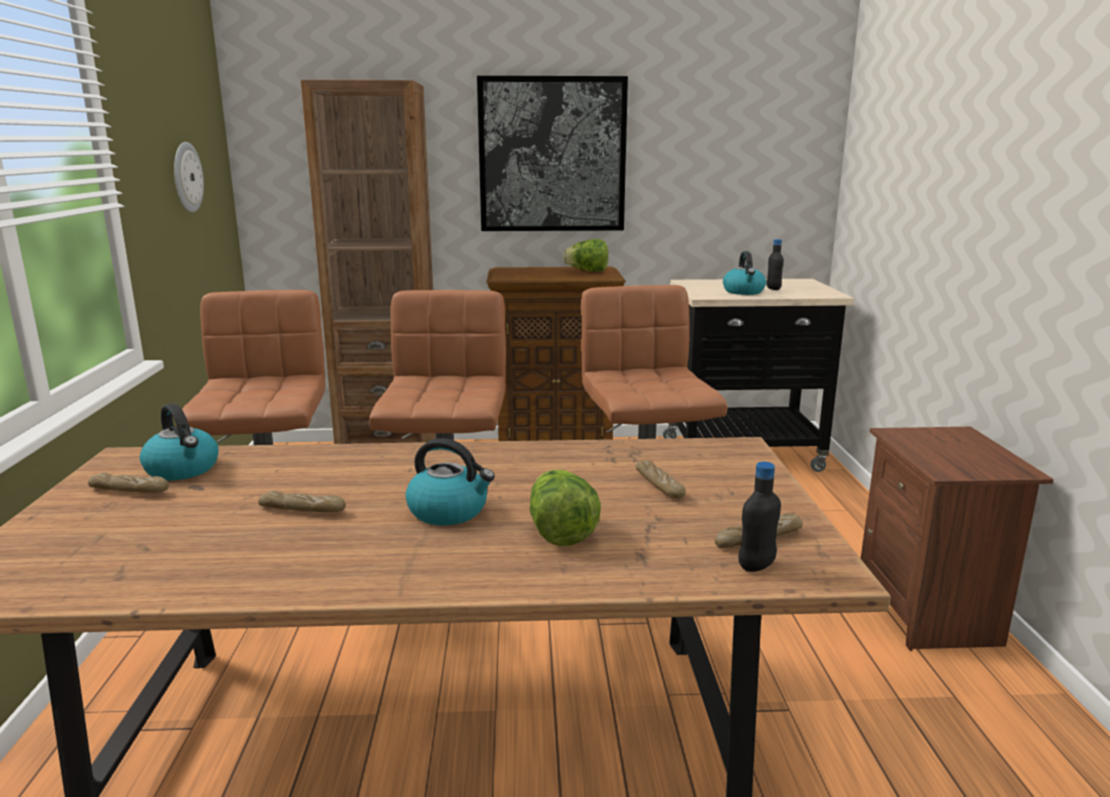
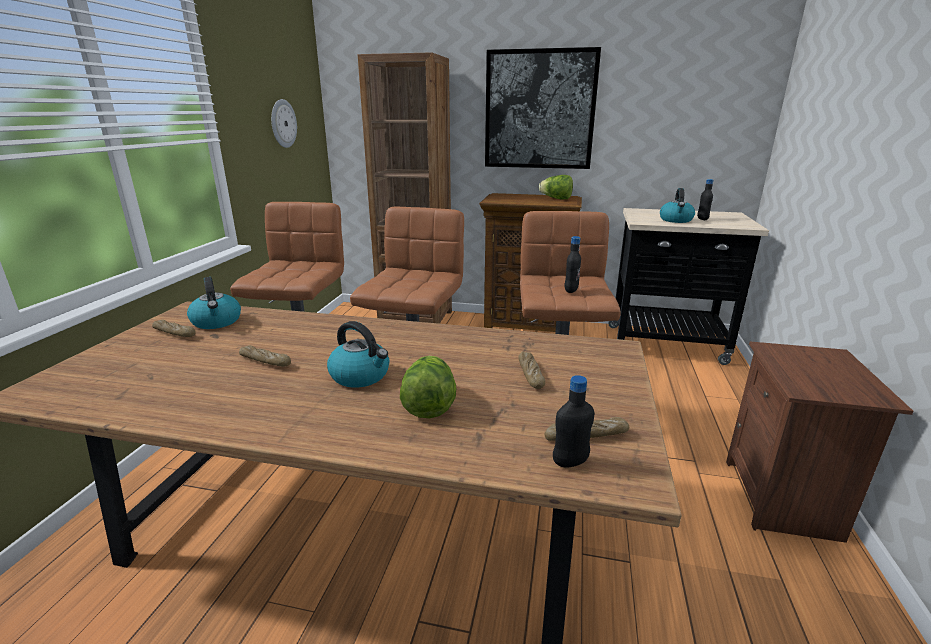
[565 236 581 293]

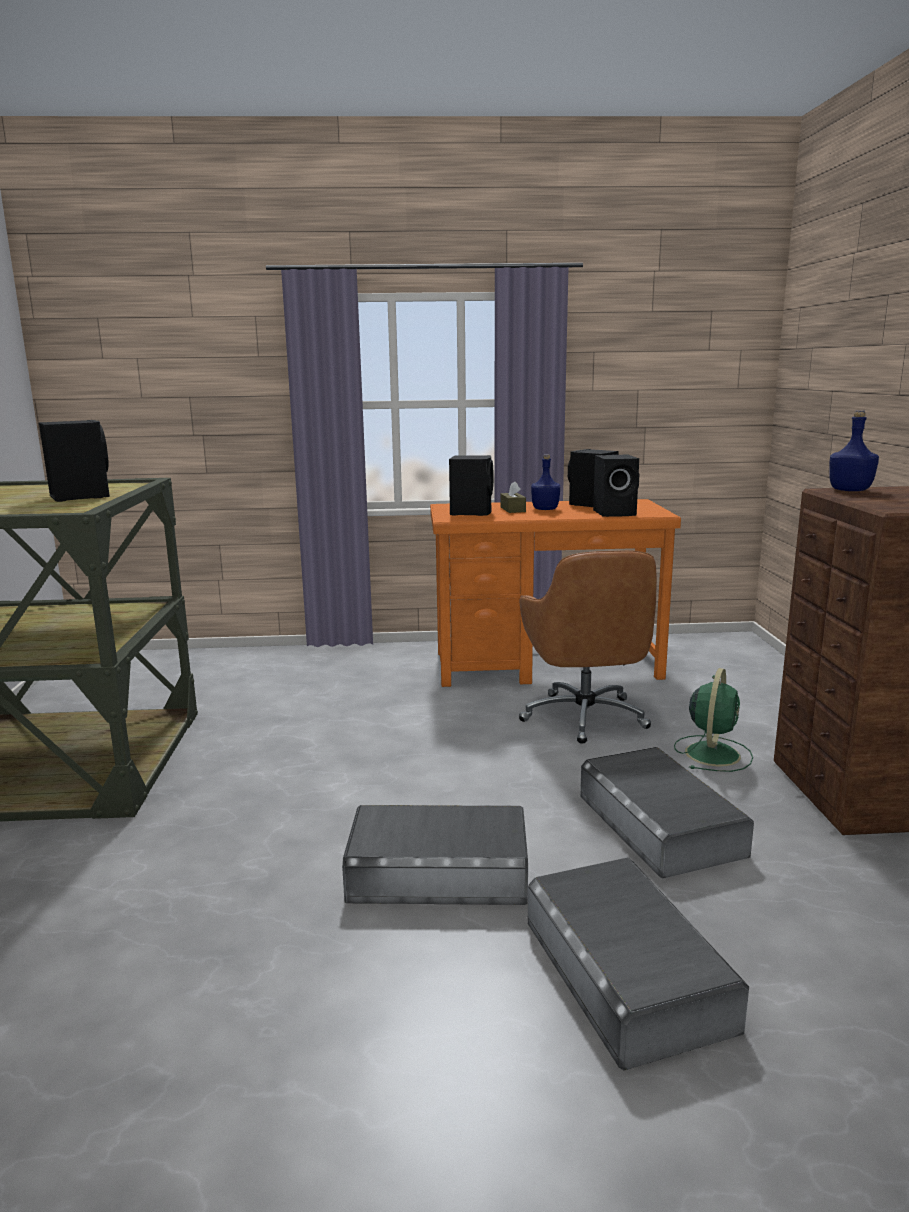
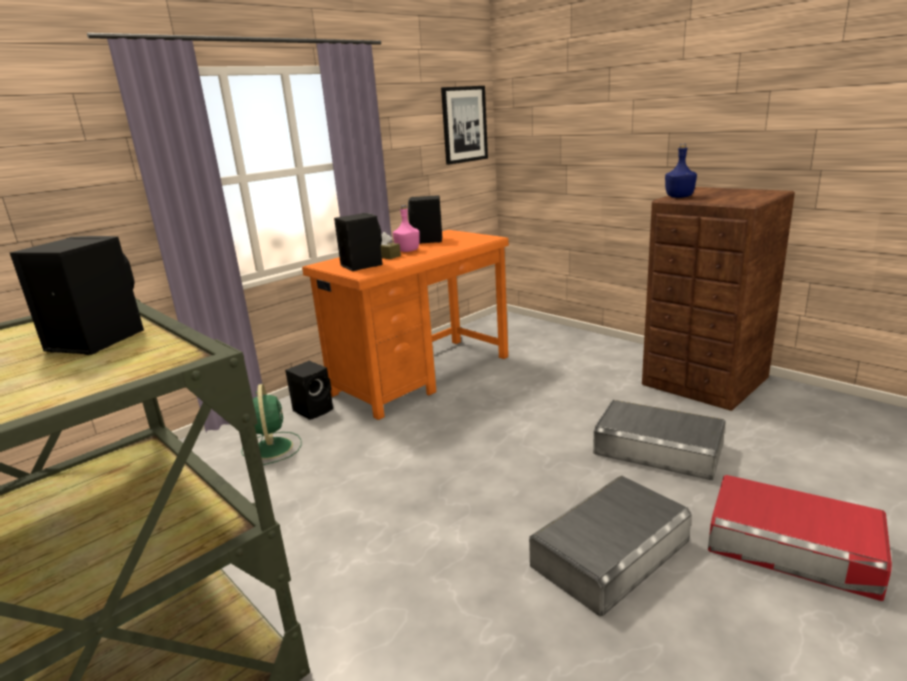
[241 384 301 465]
[285 361 333 420]
[393 205 420 252]
[441 86 488 165]
[708 475 892 601]
[519 550 657 744] (first image)

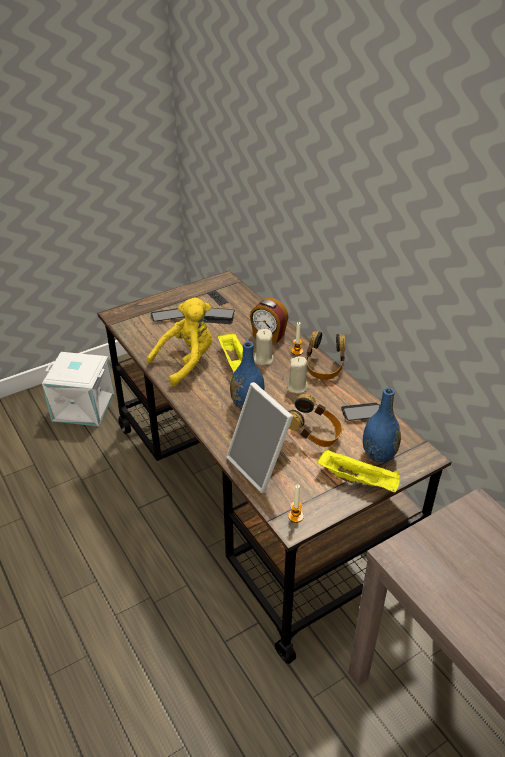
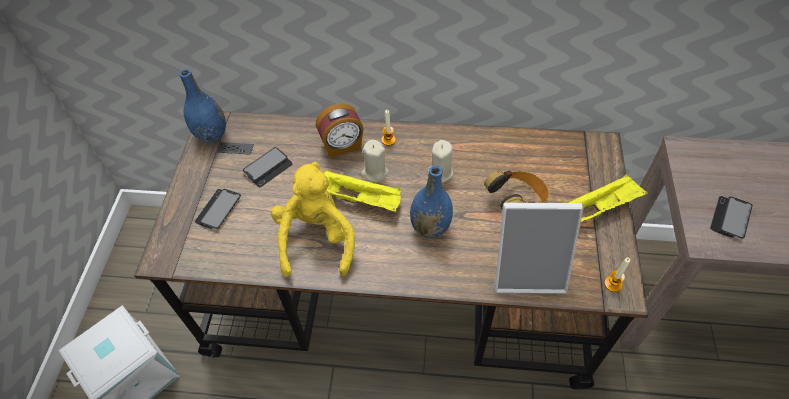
[179 69 226 143]
[710 196 753 239]
[306 331 345 380] (first image)

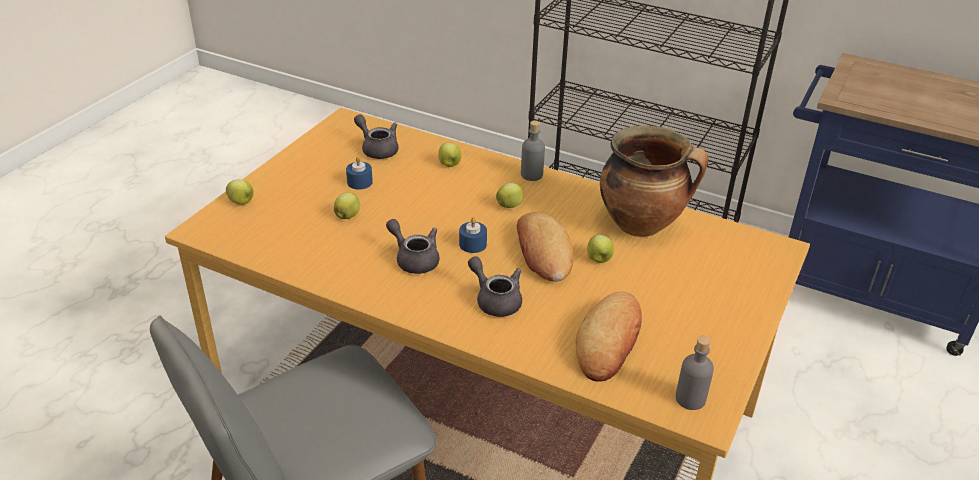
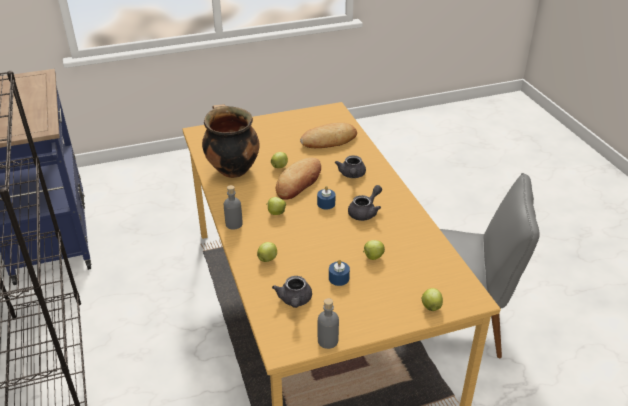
[318 298 339 349]
[348 185 382 221]

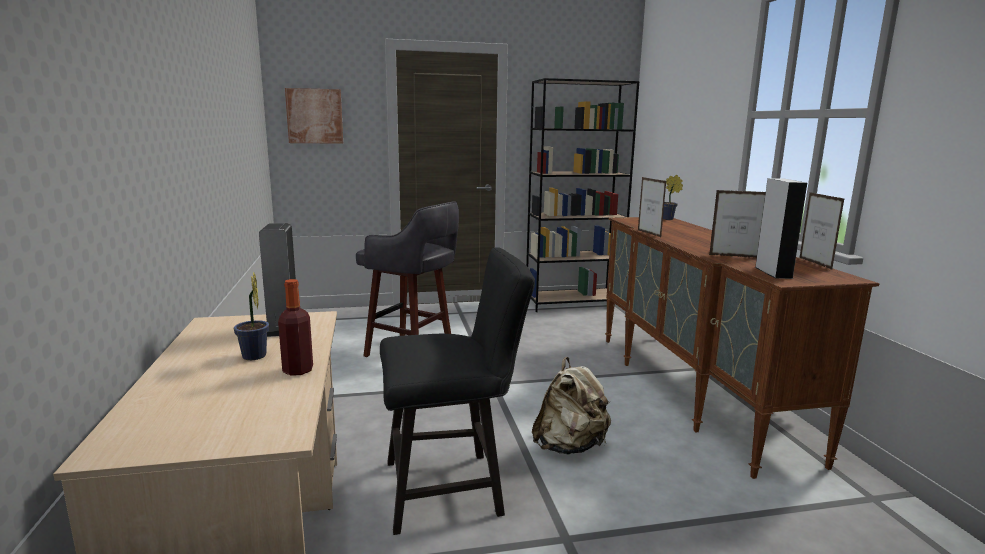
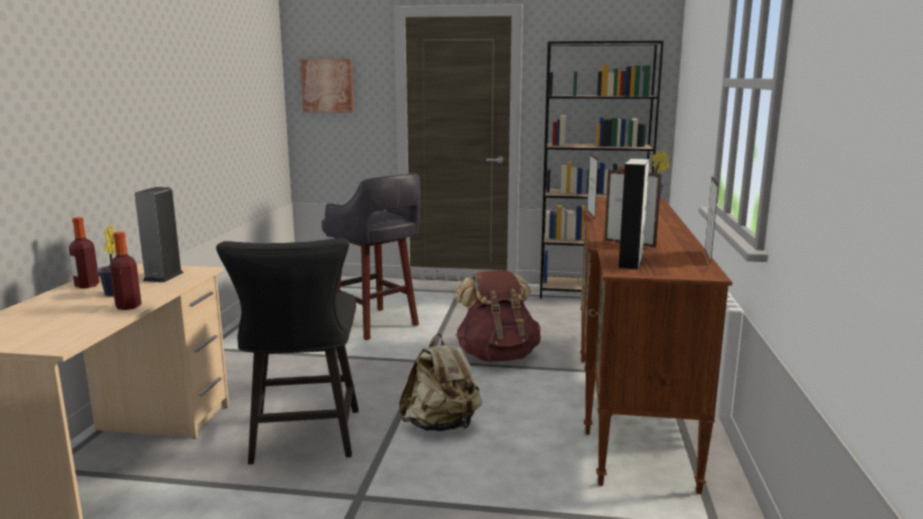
[69 217 99 288]
[216 238 359 464]
[455 270 541 362]

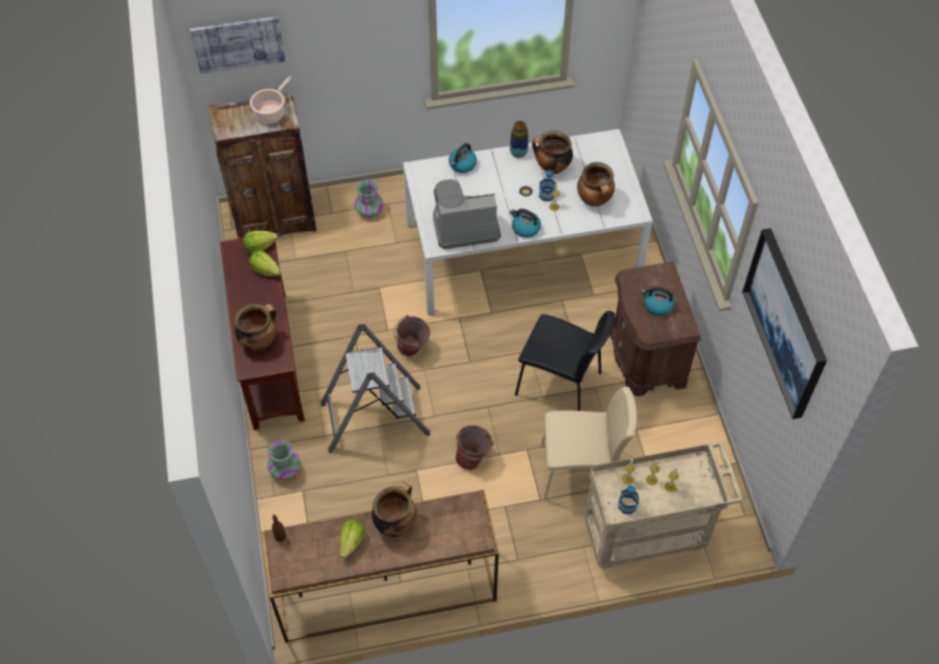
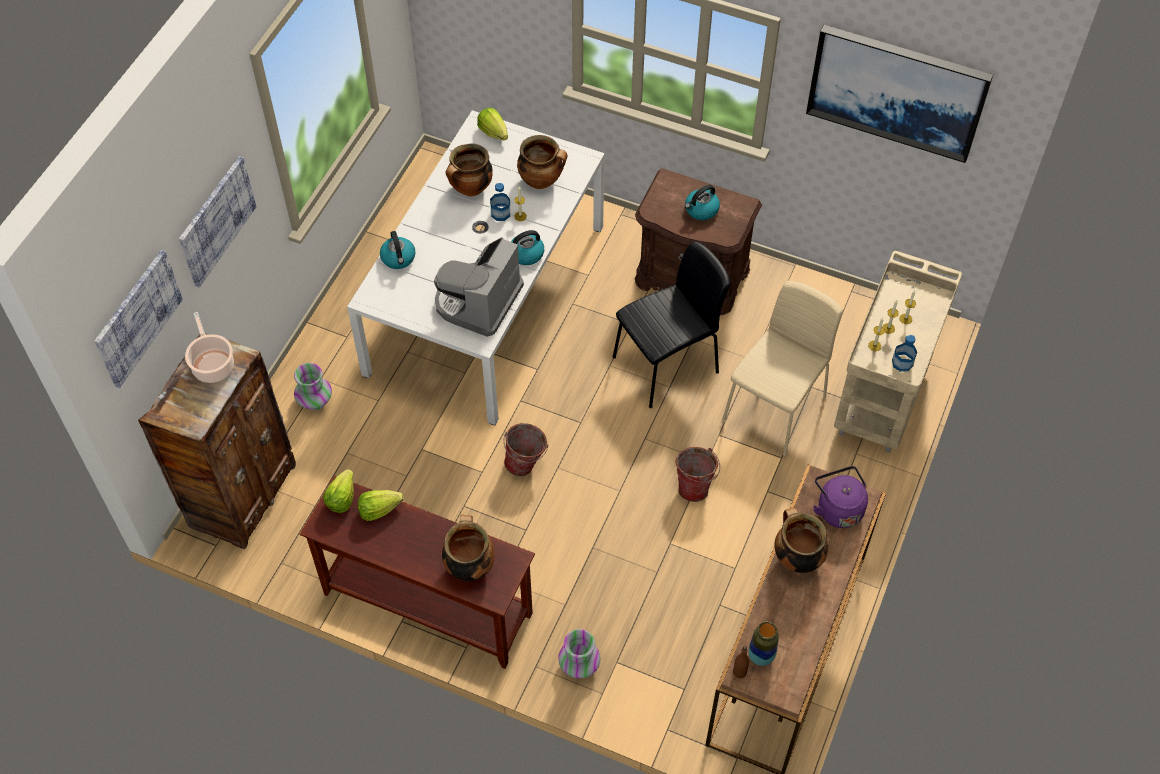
[179 156 257 288]
[477 108 508 140]
[748 621 779 666]
[813 466 868 528]
[321 324 430 453] (first image)

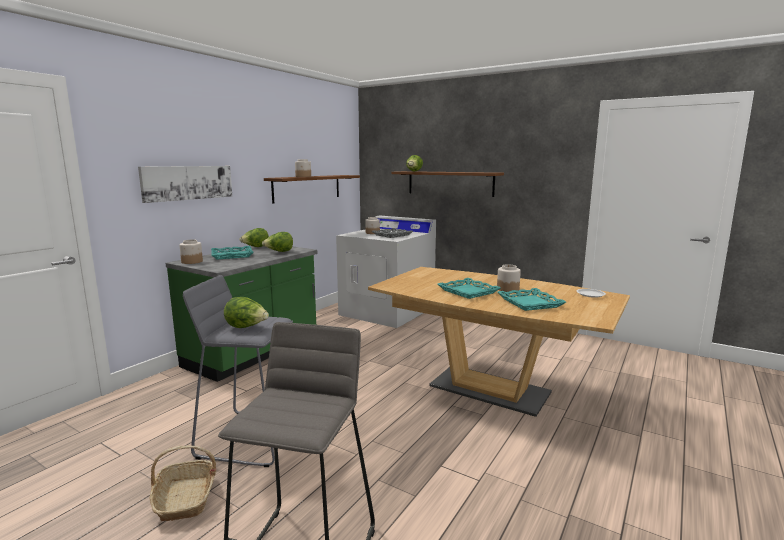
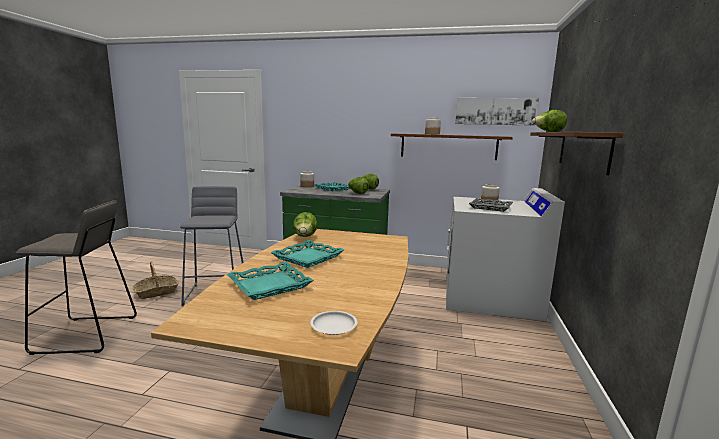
[293 212 317 237]
[455 98 539 126]
[497 264 521 292] (first image)

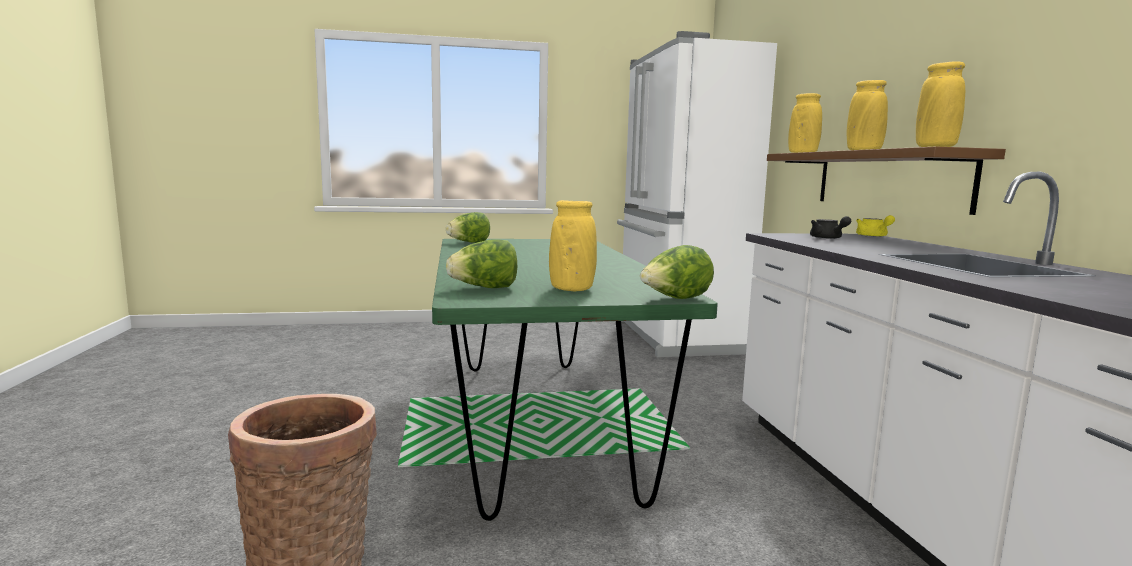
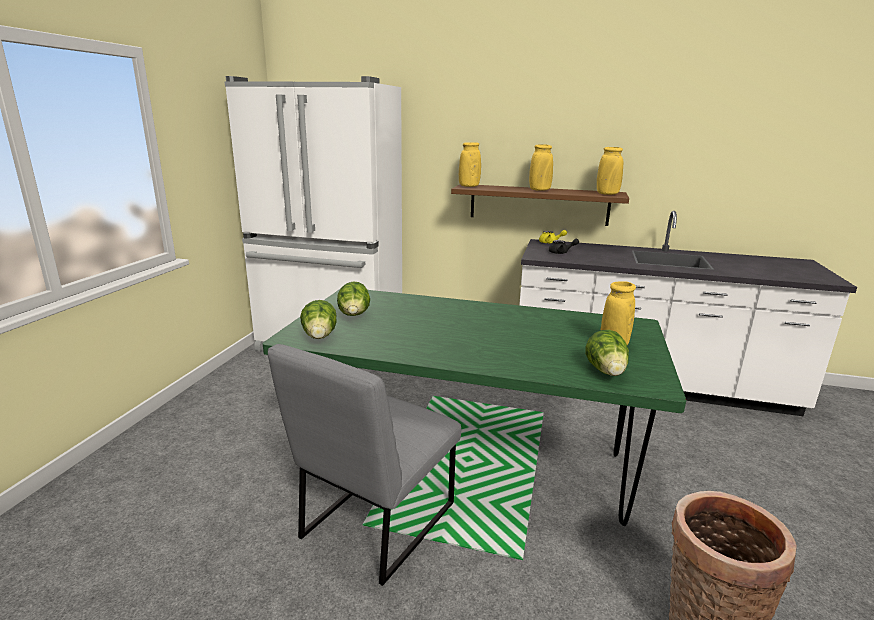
[268 344 461 586]
[337 281 370 316]

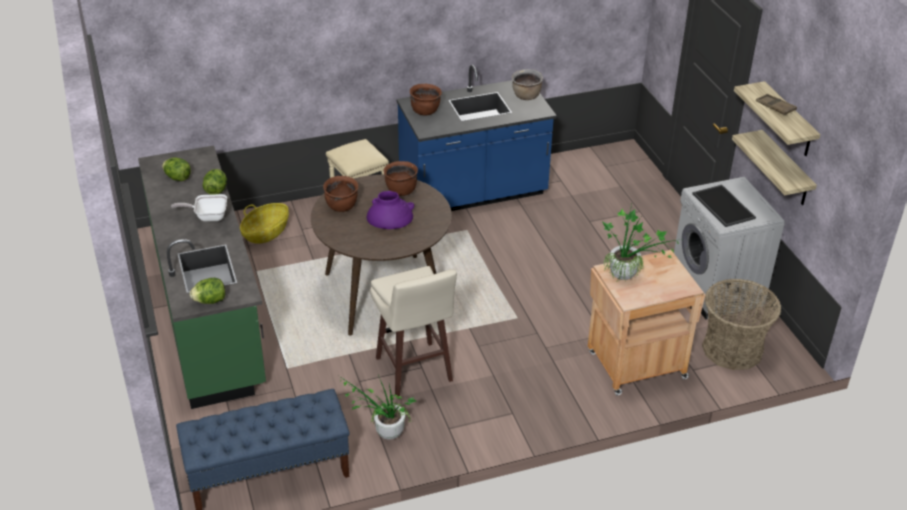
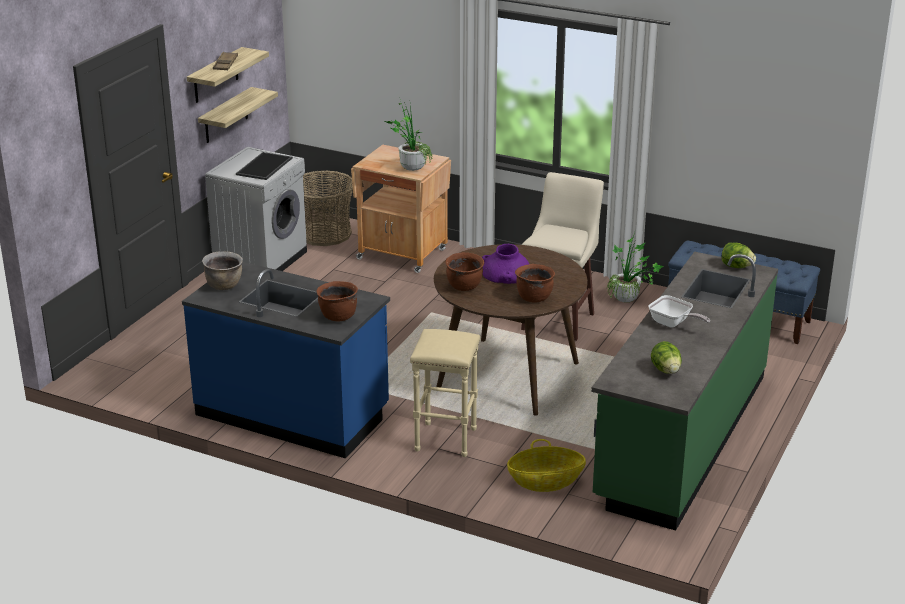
[203 169 227 195] (first image)

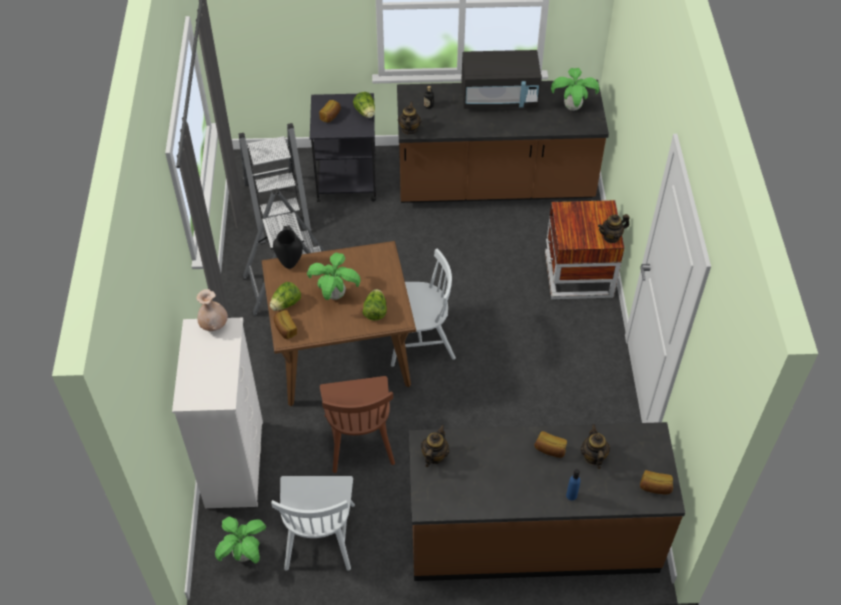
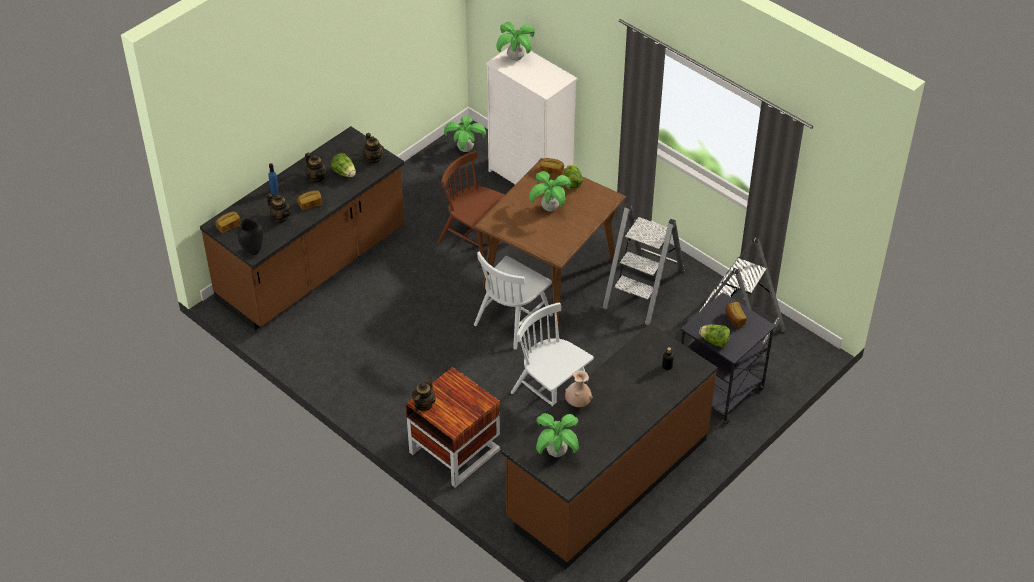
[238 219 263 255]
[305 153 326 182]
[331 153 356 177]
[496 22 535 61]
[511 302 594 406]
[565 370 593 407]
[461 50 542 109] (first image)

